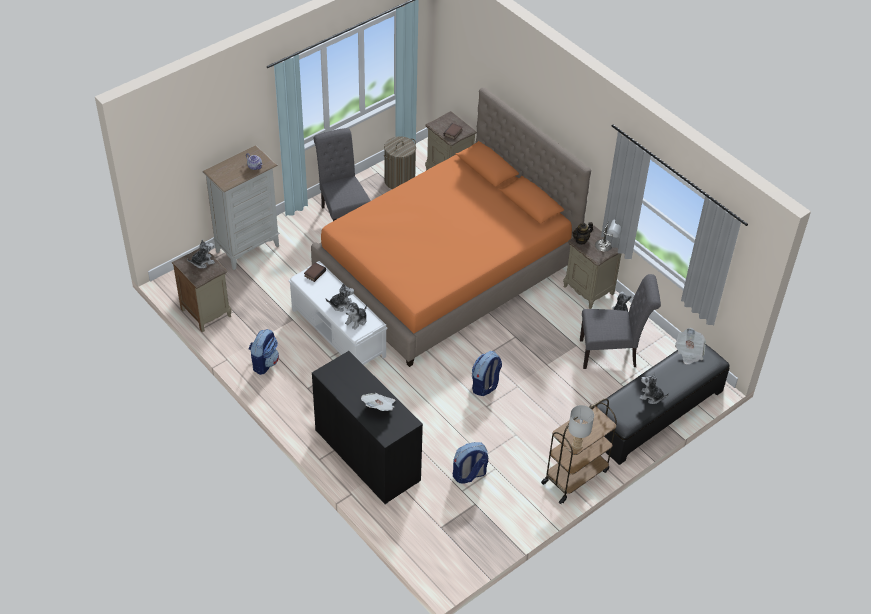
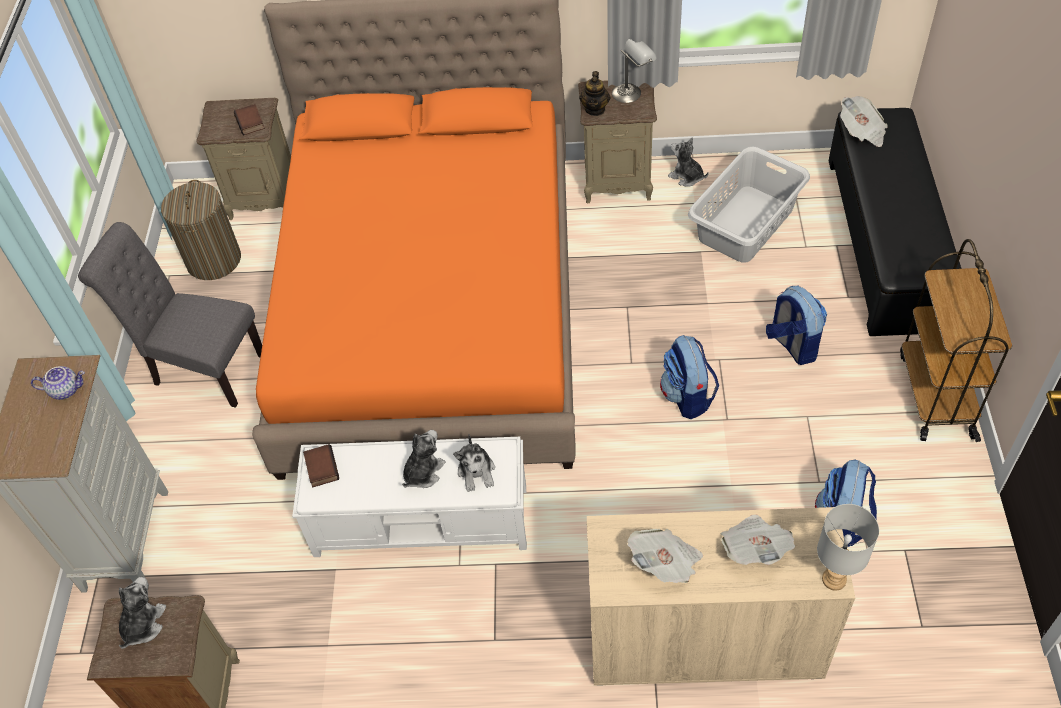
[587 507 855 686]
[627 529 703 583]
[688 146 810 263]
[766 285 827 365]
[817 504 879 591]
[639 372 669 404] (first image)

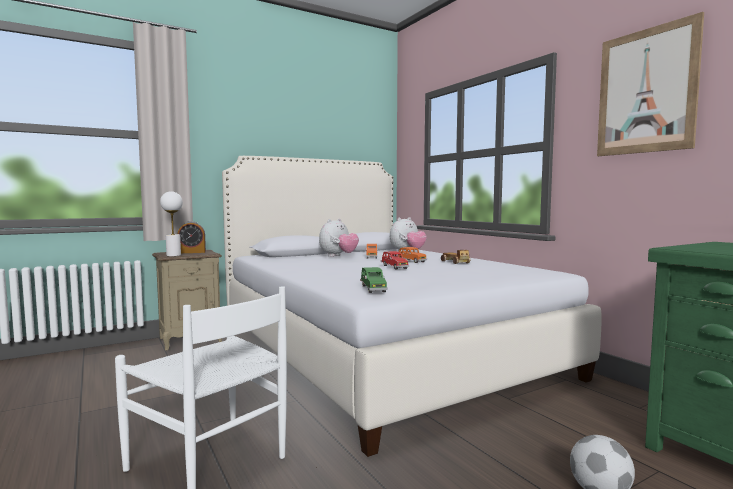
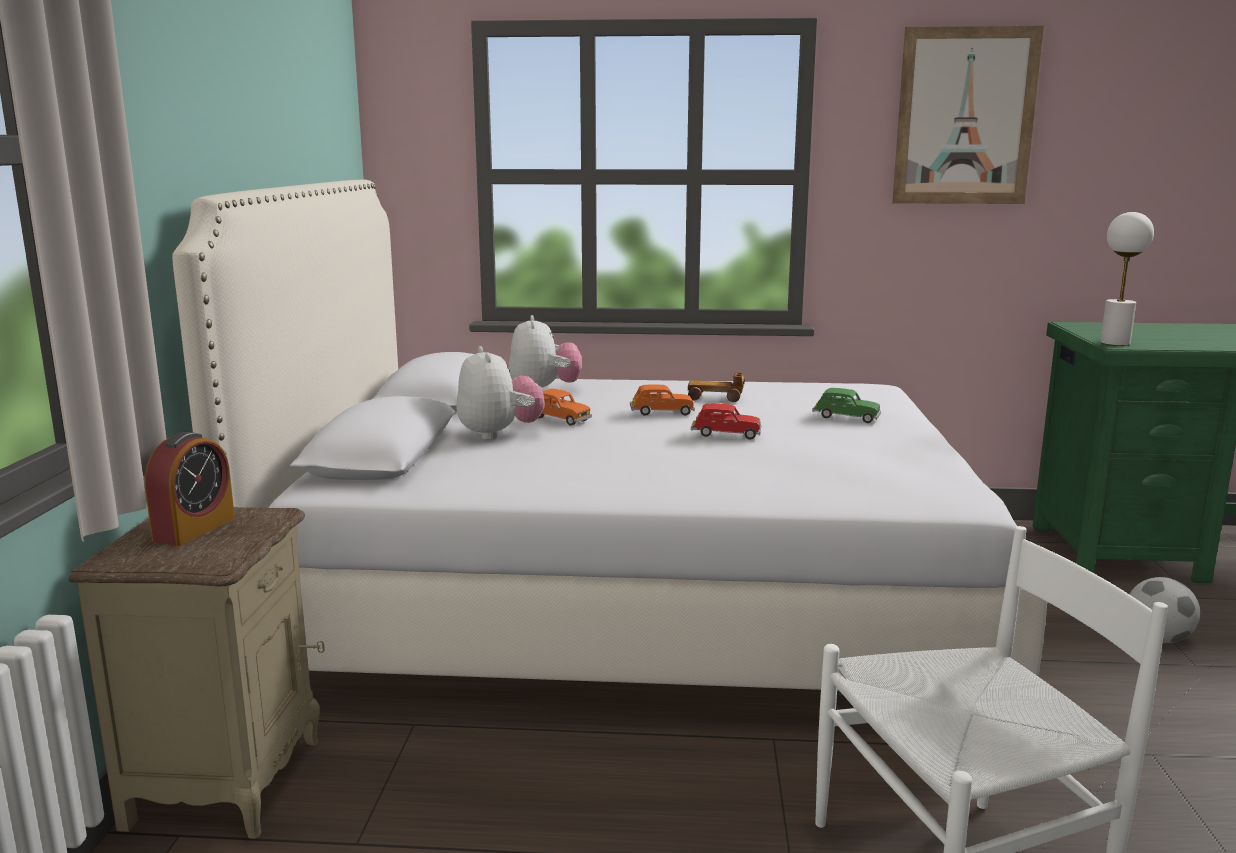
[812 388 881 423]
[1100 212 1154 346]

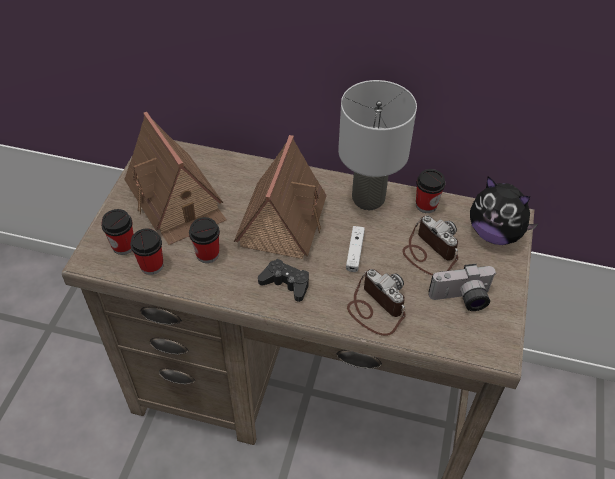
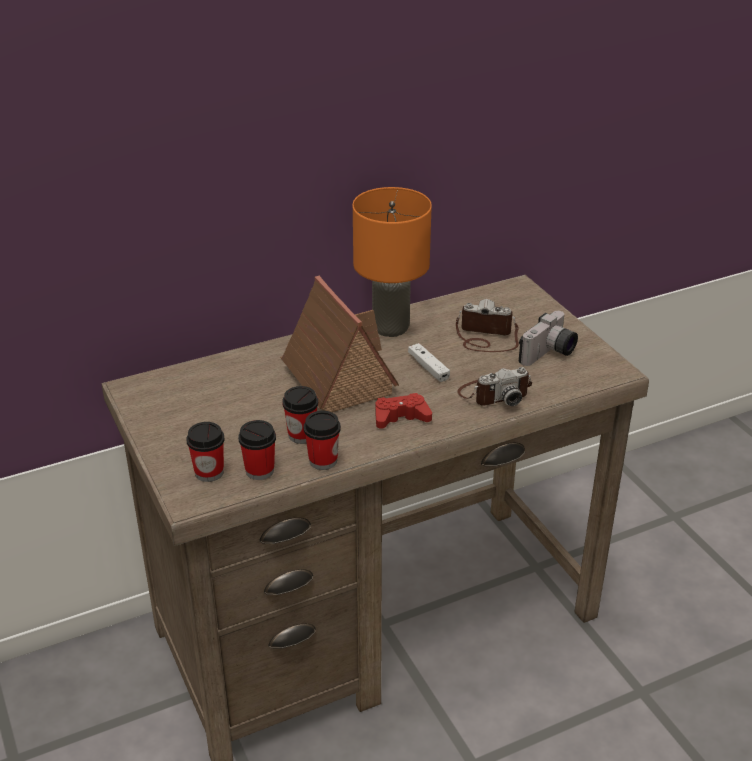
[304 411 341 470]
[353 187 432 337]
[376 393 432 429]
[457 367 532 406]
[124 112 227 245] (first image)
[470 176 539 245] (first image)

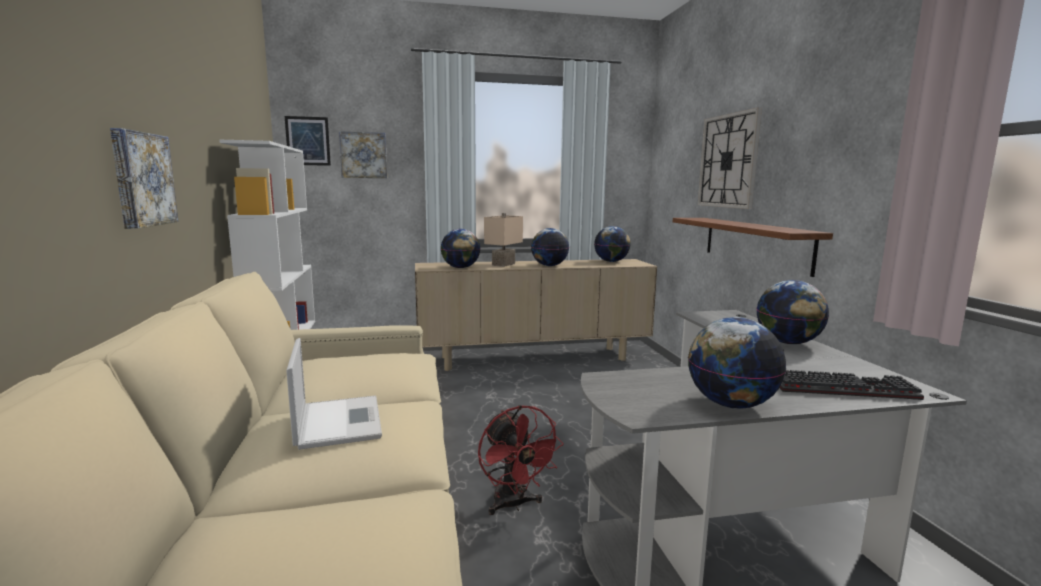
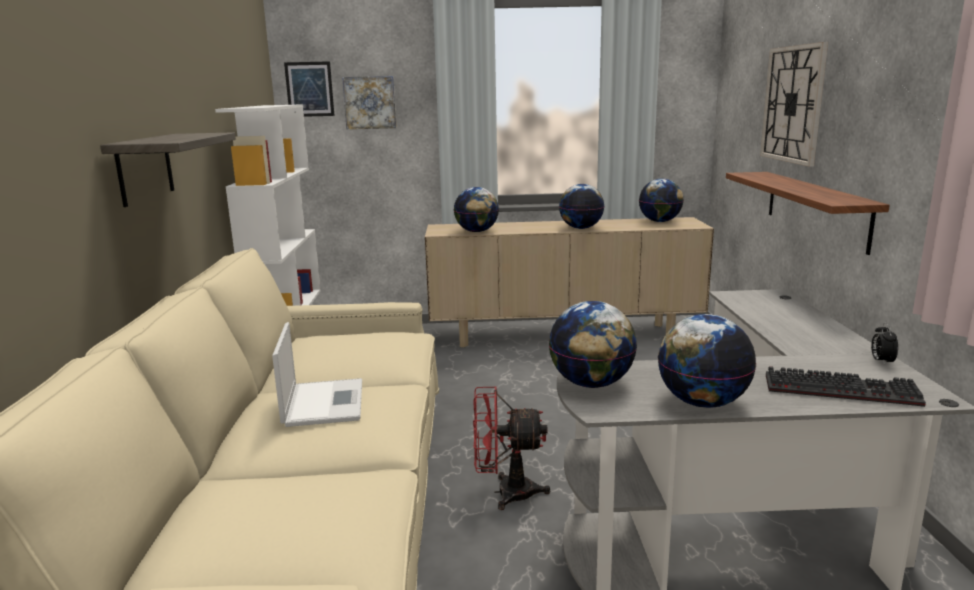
[100 132 236 207]
[473 387 550 510]
[549 301 637 388]
[871 323 898 366]
[484 213 523 267] (first image)

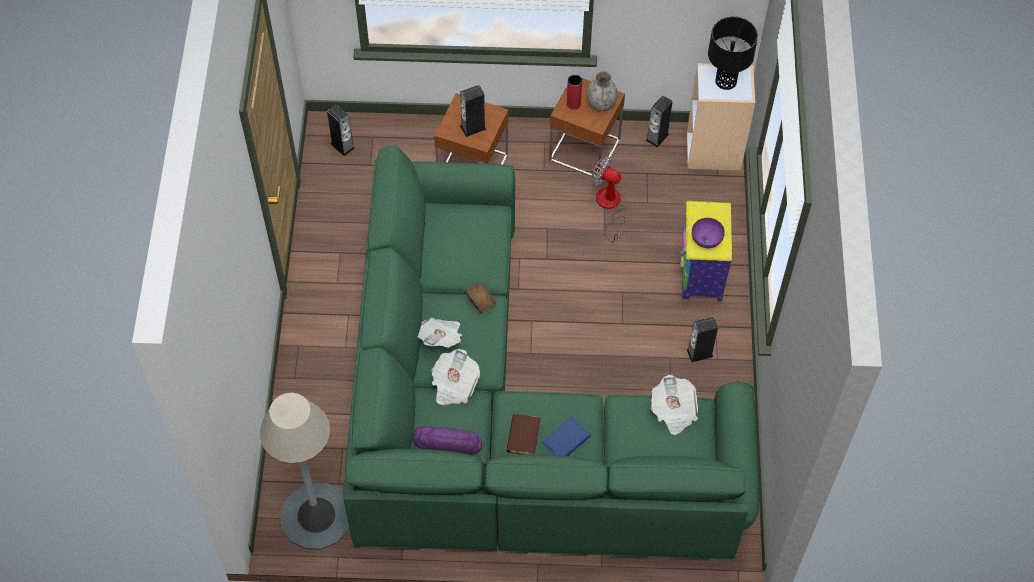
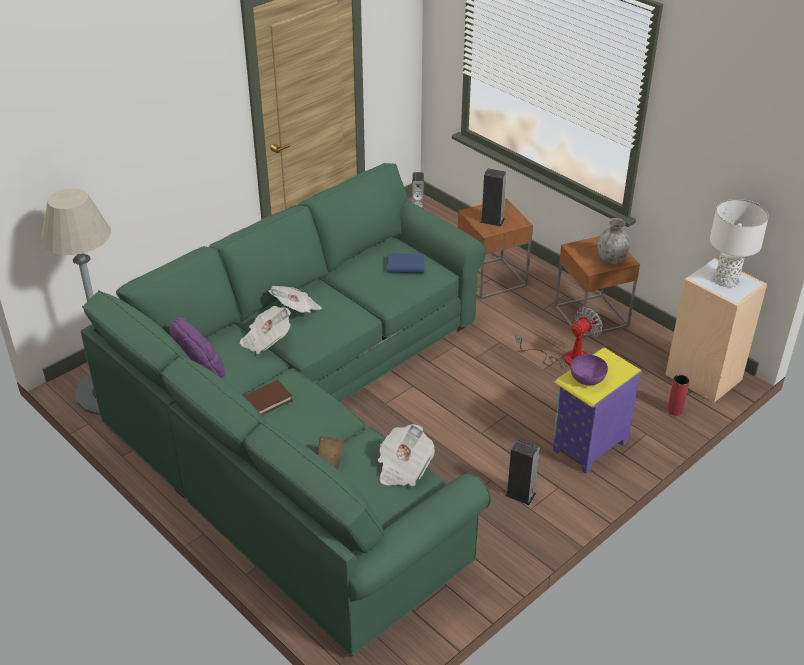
[317 436 344 470]
[387 253 425 273]
[515 307 602 368]
[667 375 689 416]
[710 199 769 287]
[646 95 672 148] (first image)

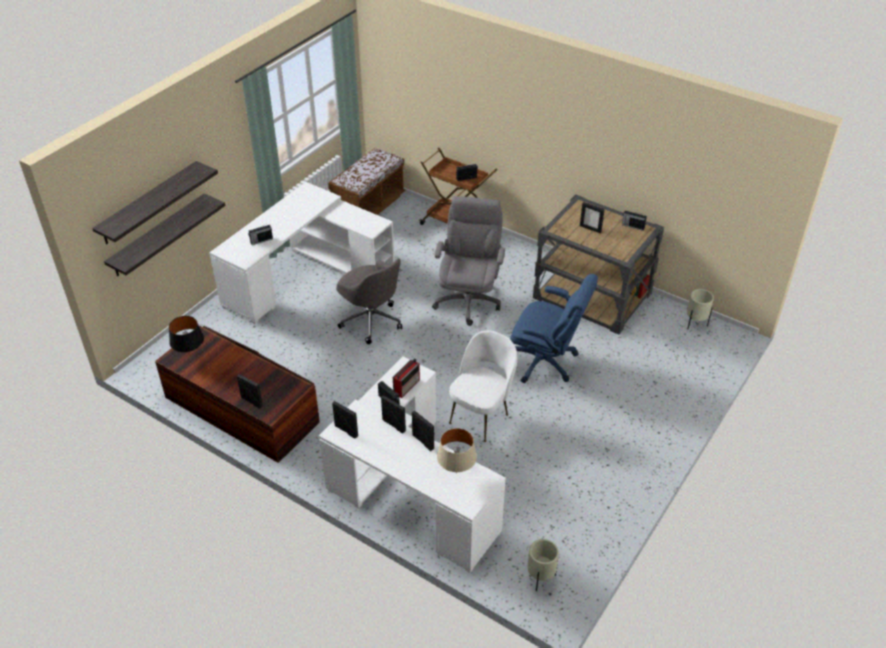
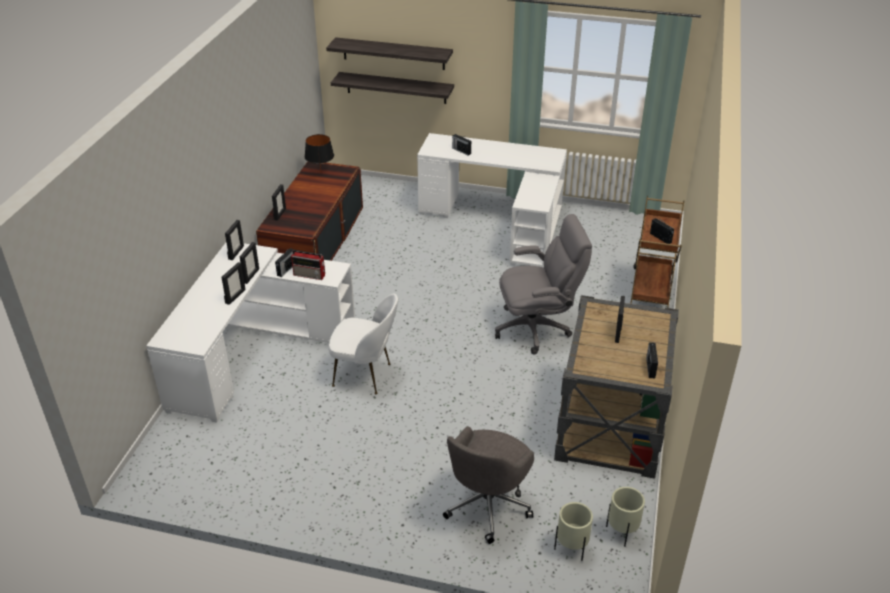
[443 427 534 544]
[554 502 593 561]
[328 148 405 215] (first image)
[437 428 477 473] (first image)
[510 274 598 383] (first image)

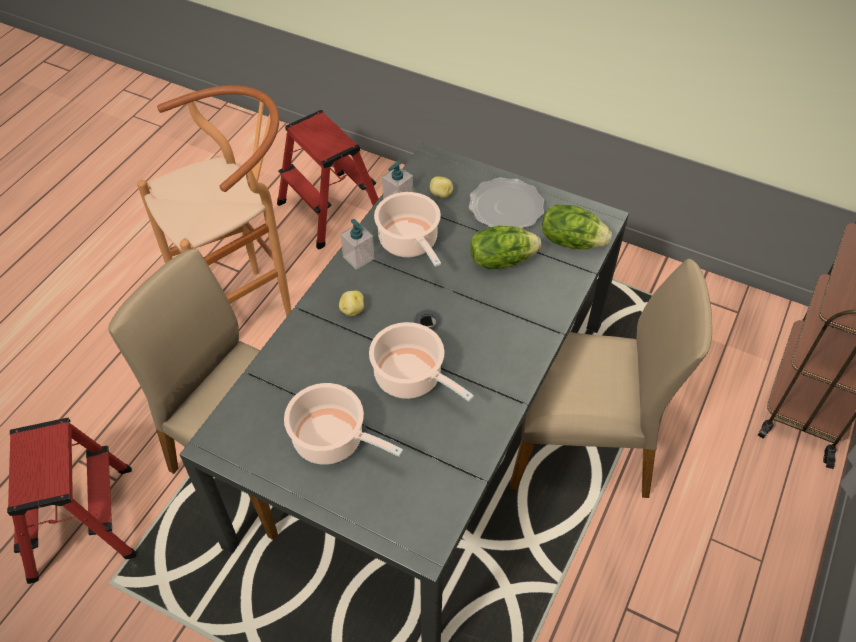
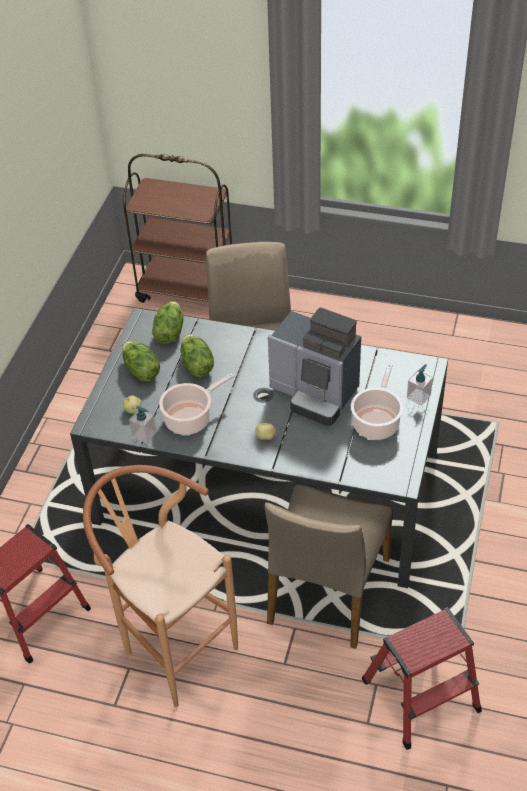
[122 341 160 381]
[268 308 361 426]
[407 364 433 406]

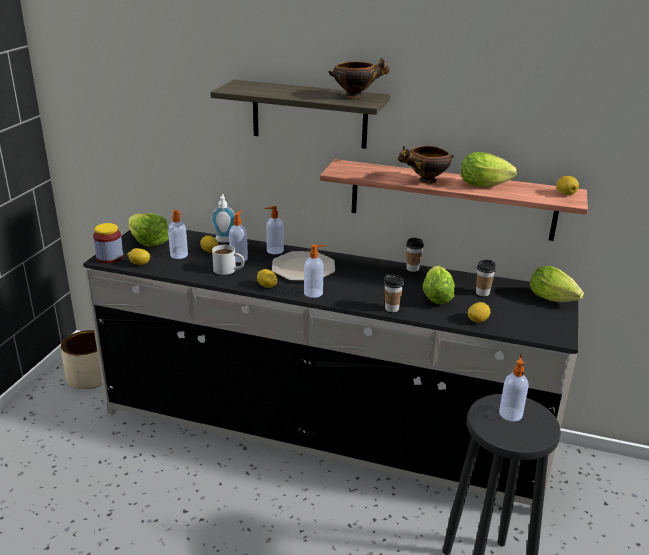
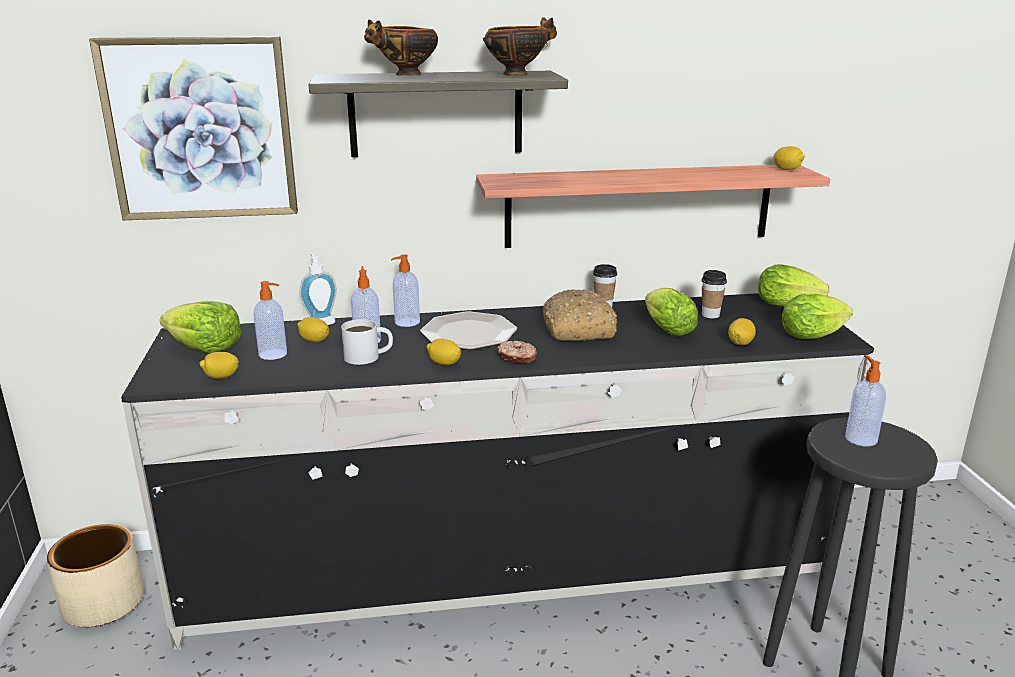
[89 36 298 220]
[364 20 438 76]
[497 341 536 363]
[542 289 617 341]
[782 294 853 339]
[93 223 124 263] (first image)
[384 274 404 312] (first image)

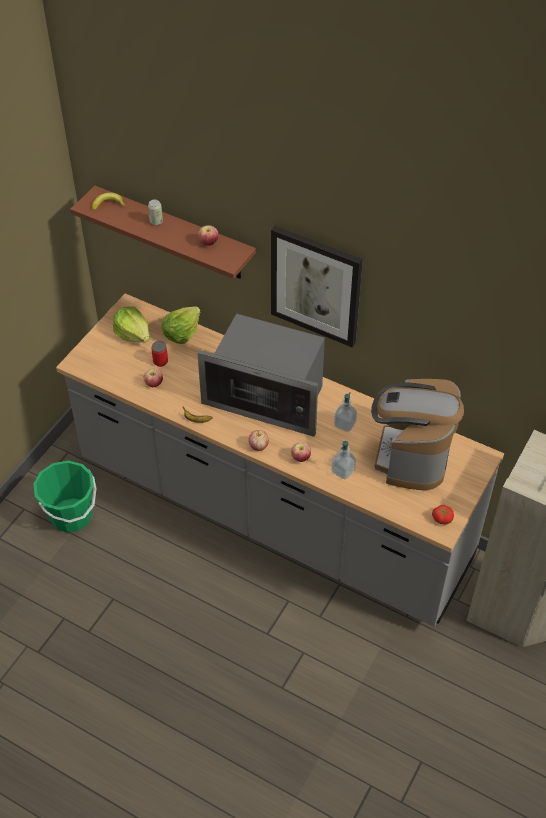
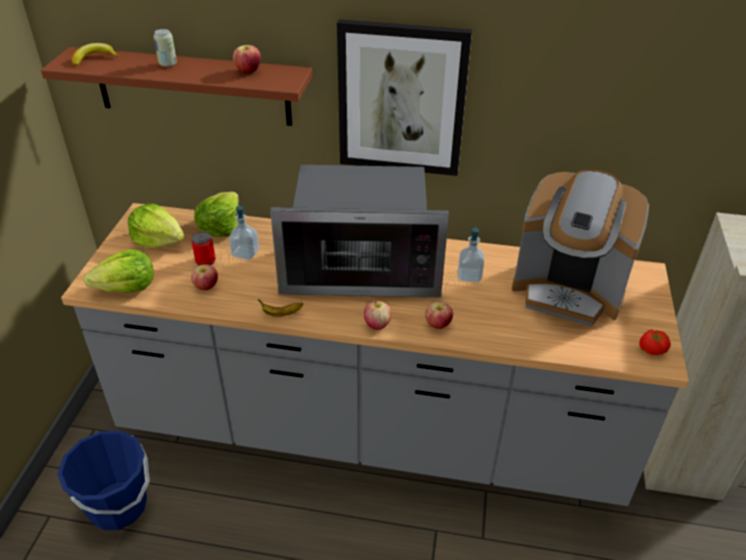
[57 431 150 530]
[84 249 154 293]
[229 206 259 260]
[512 169 649 327]

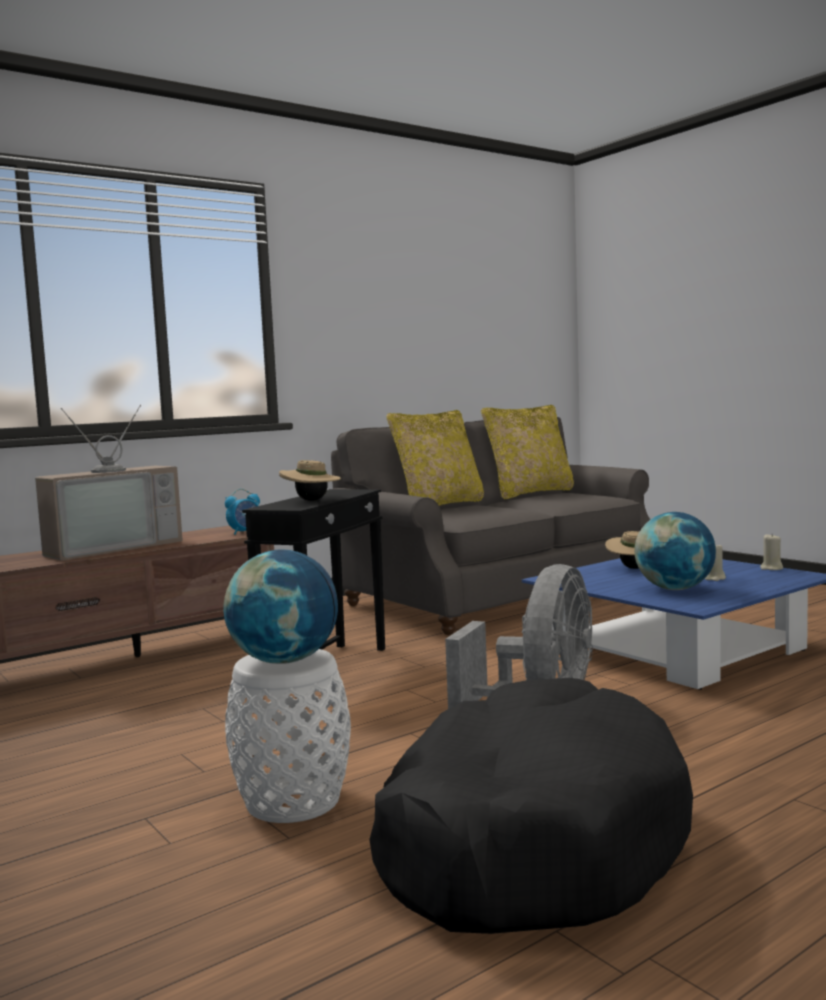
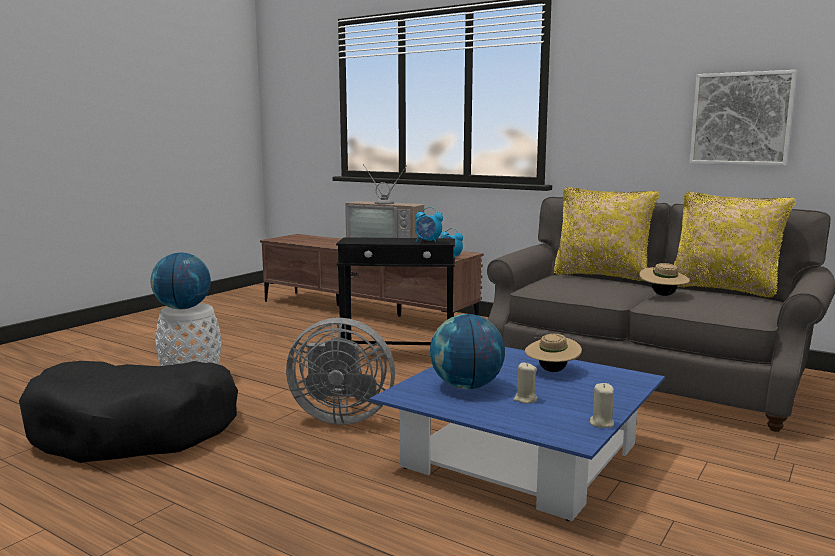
[415 207 443 243]
[639 263 690 296]
[689 70 797 166]

